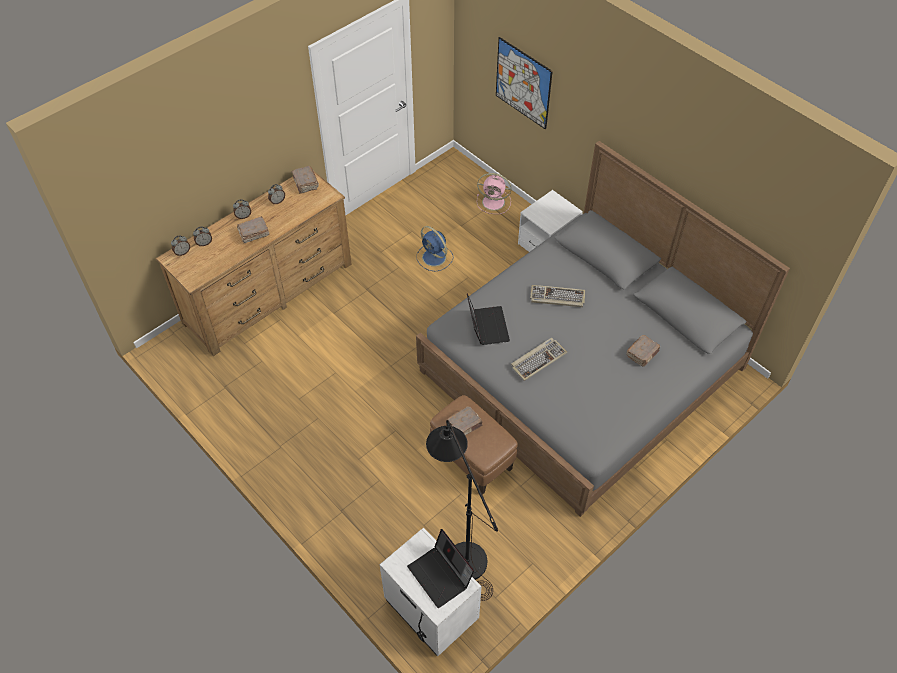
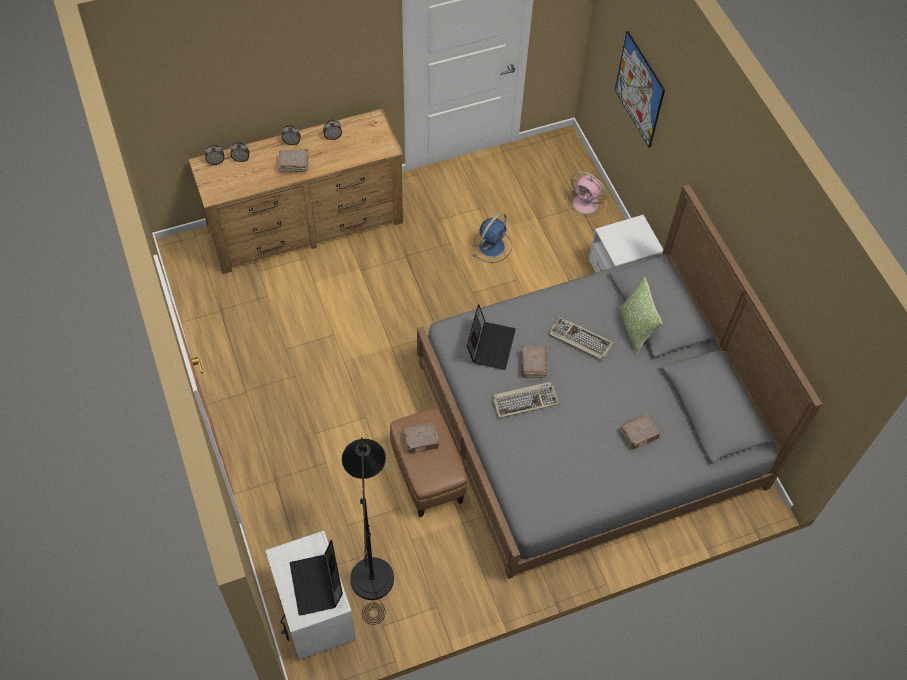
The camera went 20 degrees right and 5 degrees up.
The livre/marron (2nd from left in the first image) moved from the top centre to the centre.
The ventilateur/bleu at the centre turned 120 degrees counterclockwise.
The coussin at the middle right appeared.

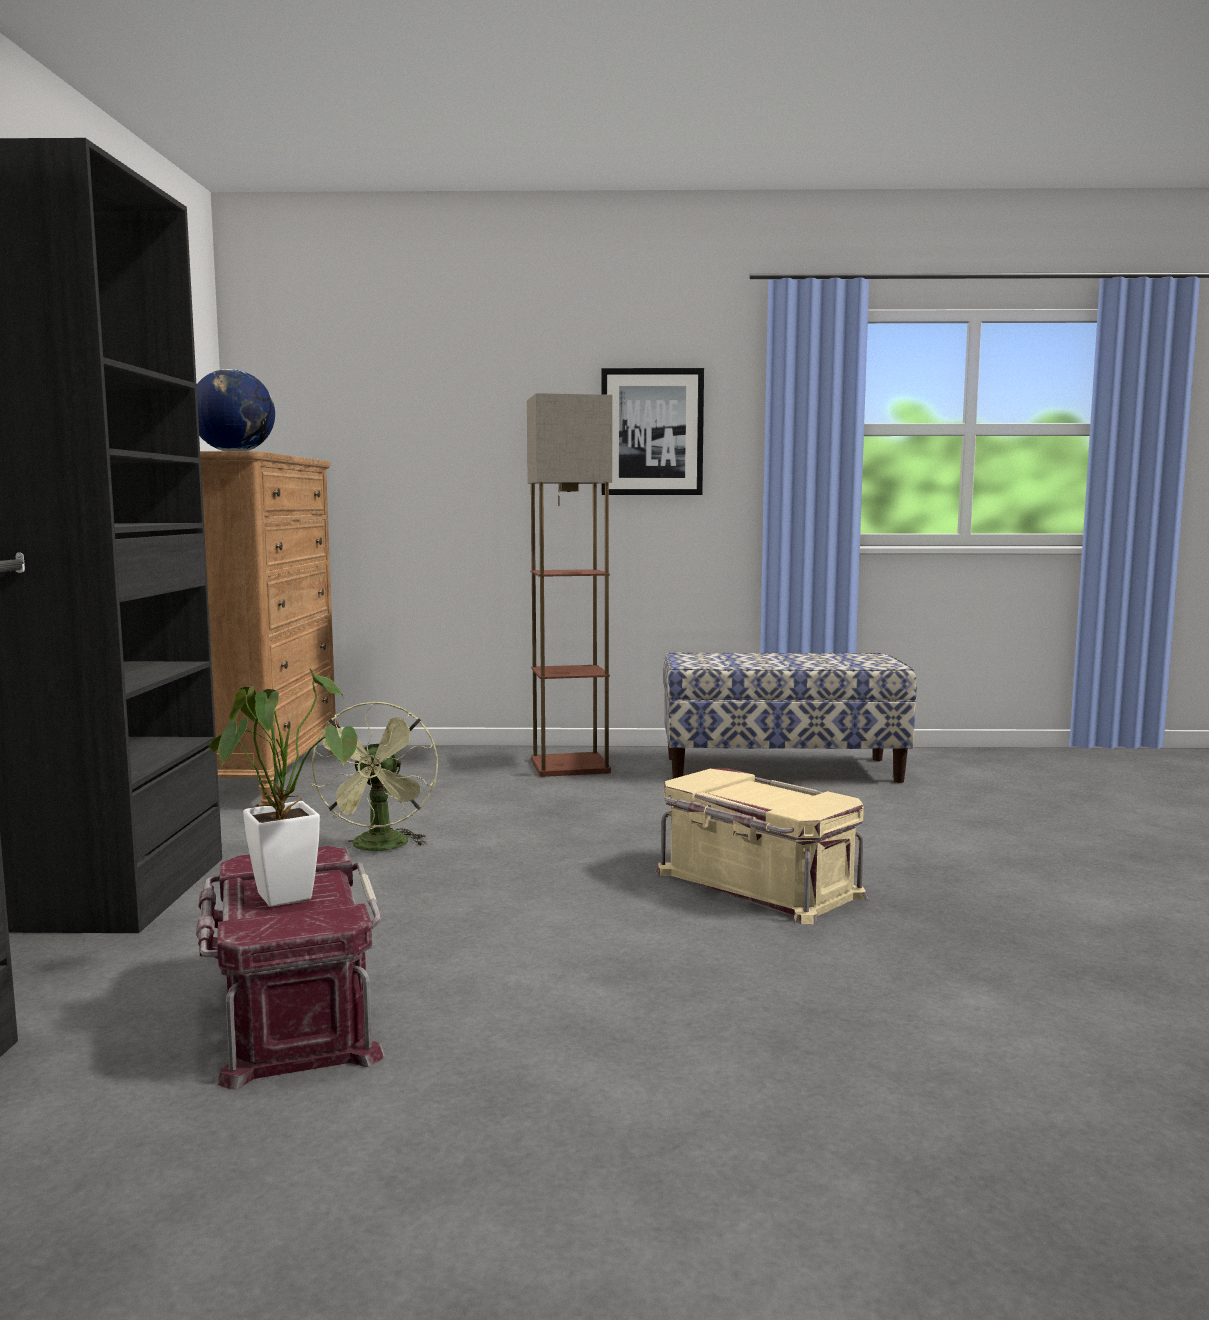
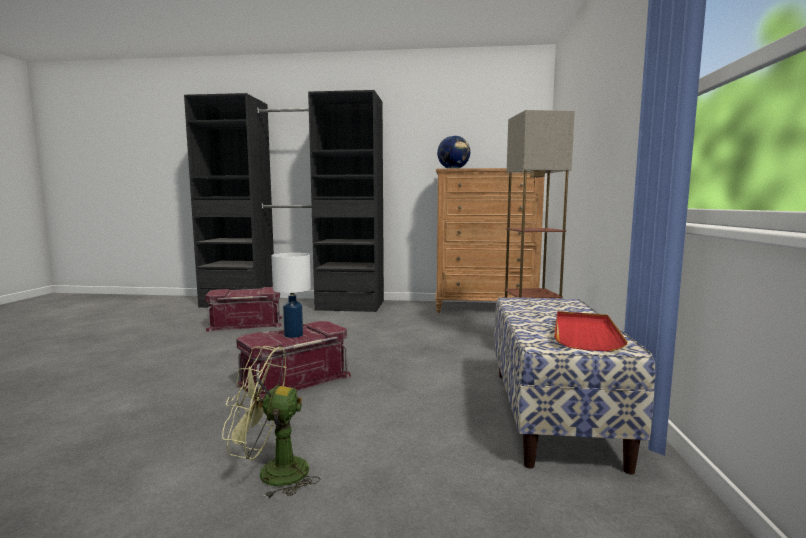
The camera went 95 degrees right and 0 degrees up.
The plante en pot at the middle left disappeared.
The ventilateur/vert moved from the middle left to the bottom centre.
The tableau at the top centre disappeared.
The boîte de rangement/beige at the centre became the boîte de rangement/rouge (2nd from left) at the bottom centre.
The lampe de table/blanc at the centre appeared.
The plateau/rouge at the middle right appeared.

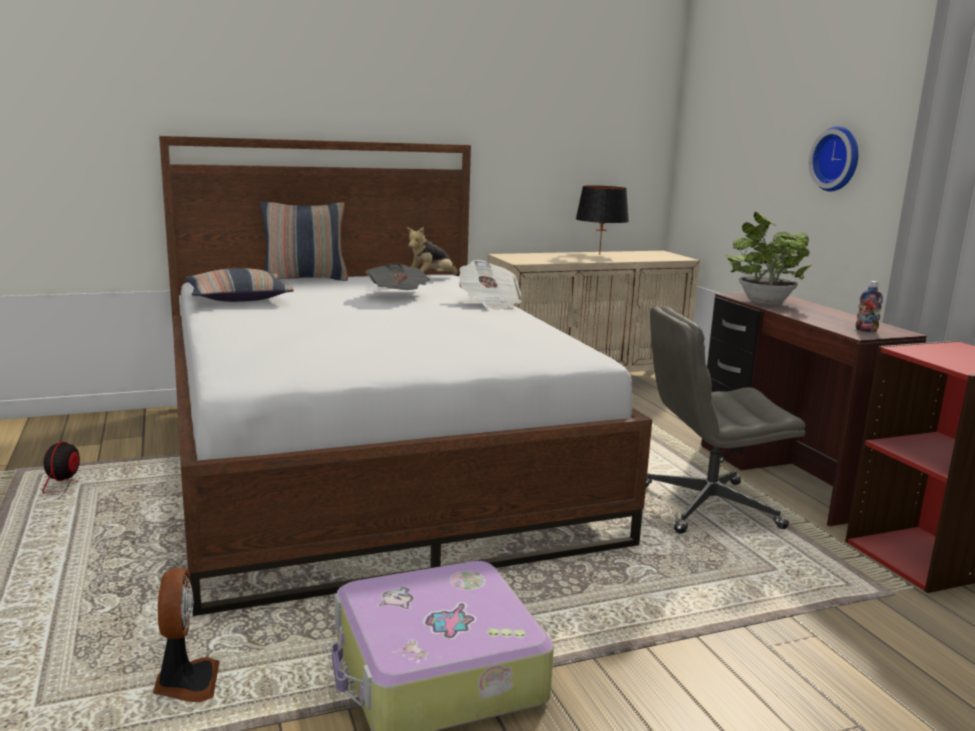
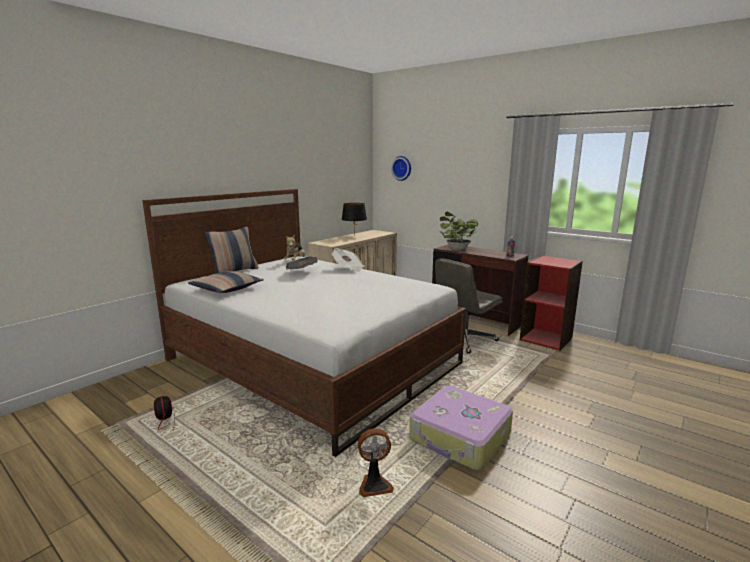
The camera went 30 degrees left and 0 degrees up.
The ventilateur (2nd from left) at the bottom left turned 120 degrees clockwise.
The horloge murale moved from the top right to the top centre.

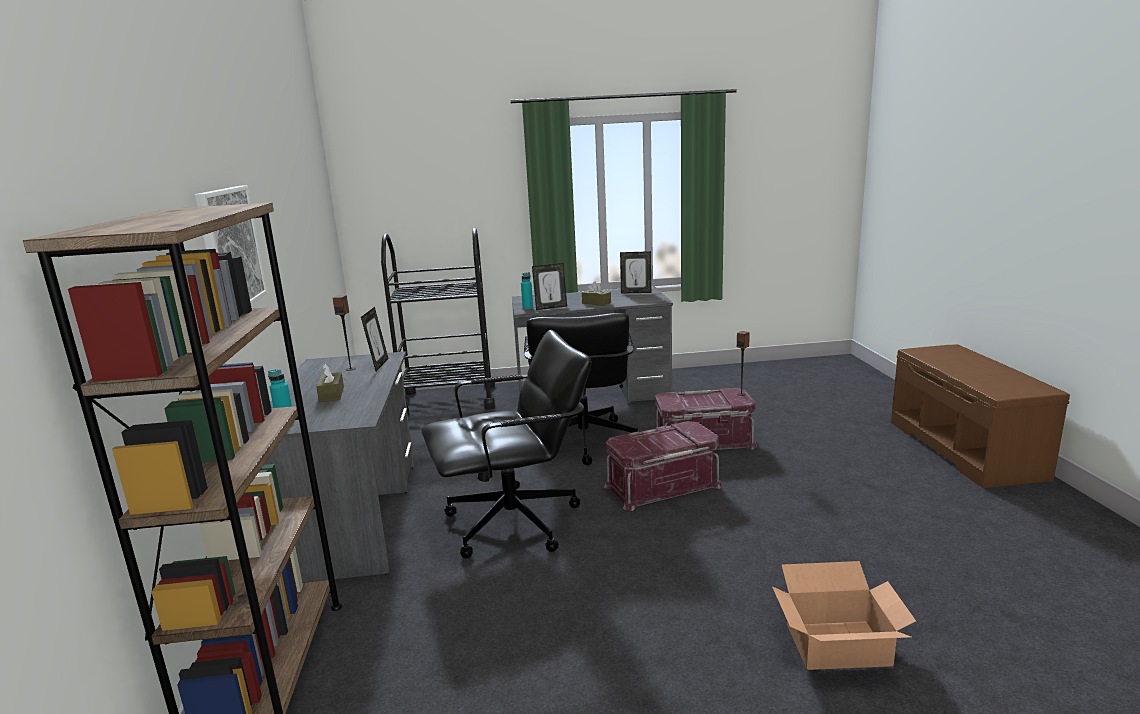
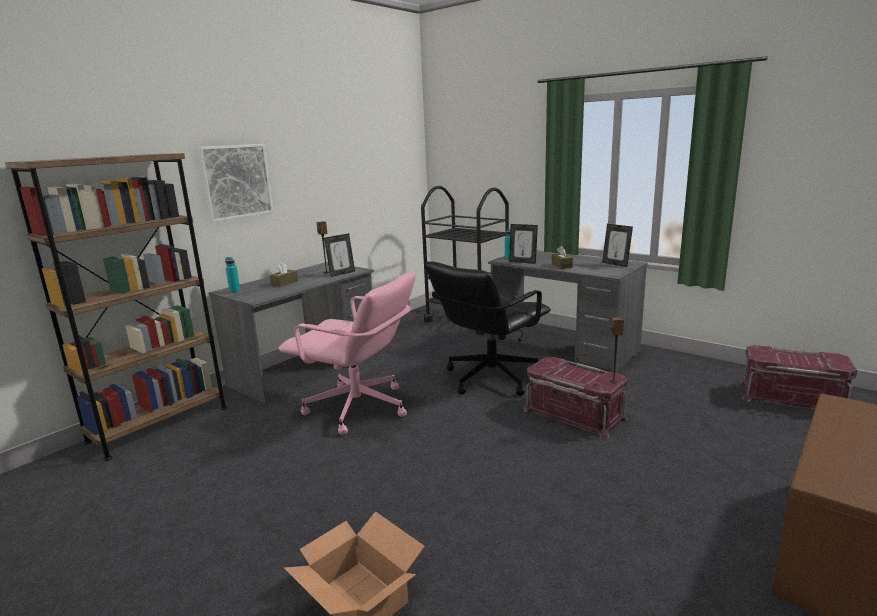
The camera went 45 degrees right and 0 degrees up.
The chaise de bureau/noir (1st from left) at the centre became the chaise de bureau/rose at the centre.
The boîte de rangement/rouge (1st from left in the first image) moved from the centre to the middle right.

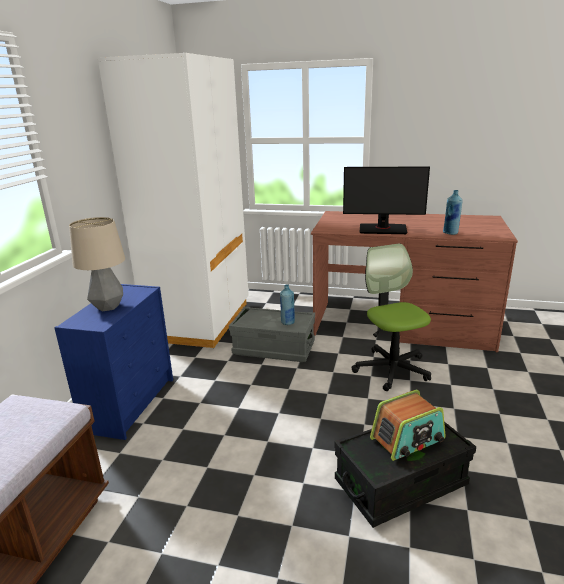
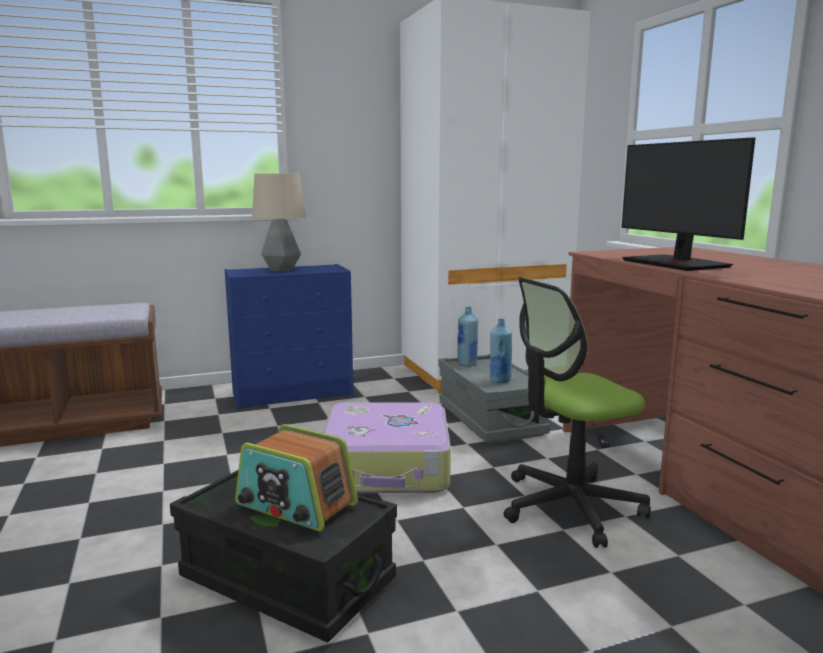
The camera went 55 degrees right and 10 degrees down.
The chaise de bureau at the middle right turned 150 degrees counterclockwise.
The bouteille/bleu (2nd from left in the first image) moved from the middle right to the centre.
The valise at the bottom centre appeared.

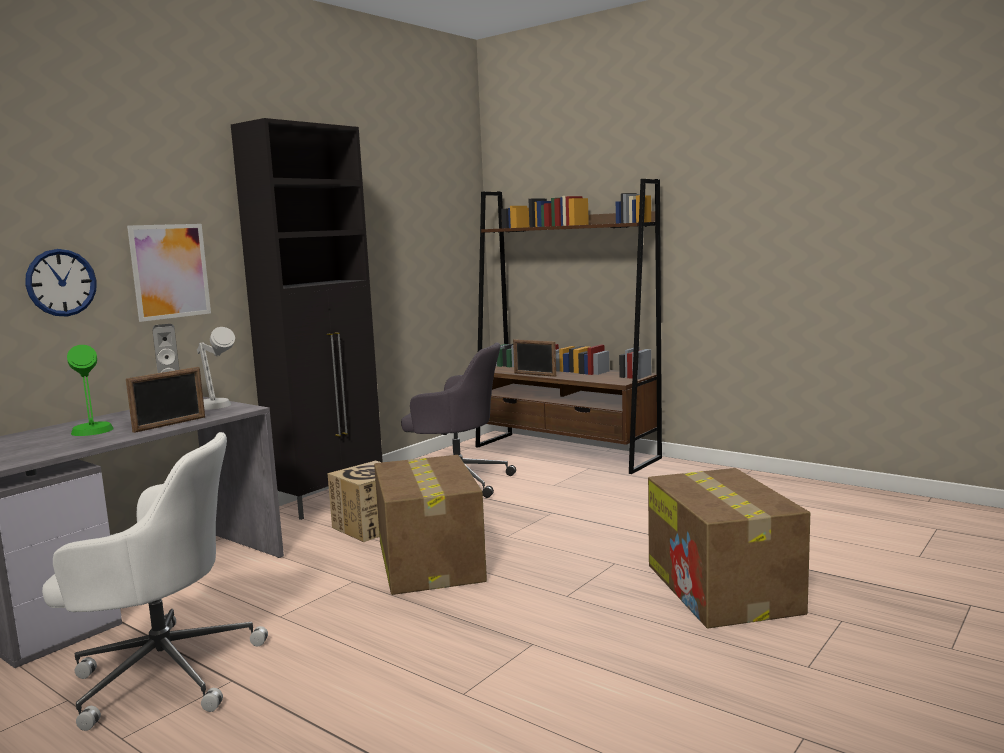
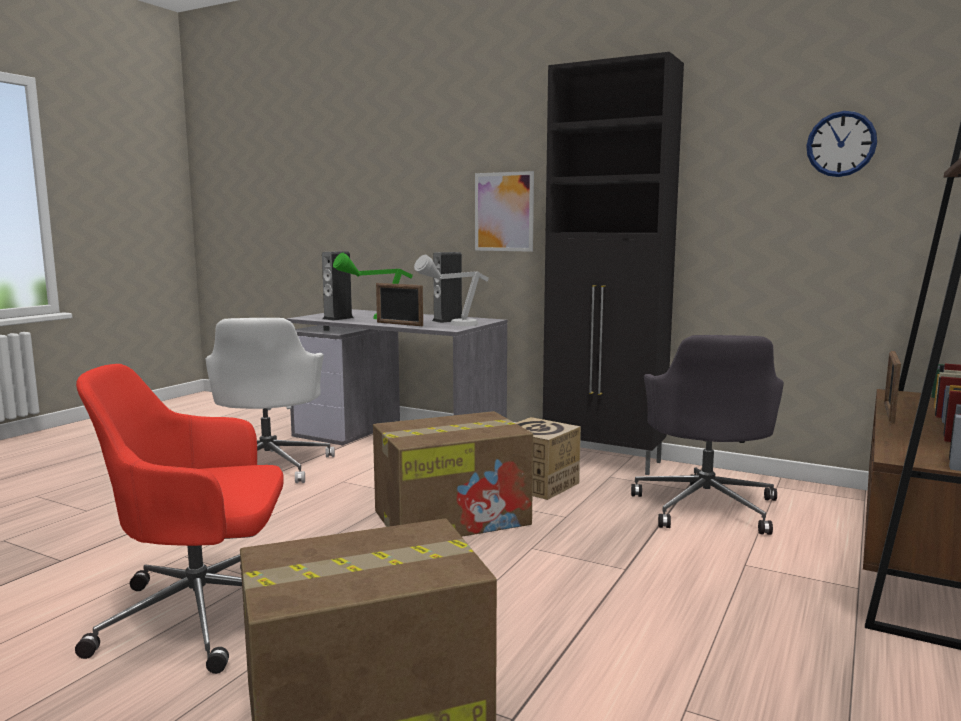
The camera went 80 degrees right and 0 degrees up.
The horloge murale moved from the middle left to the top right.
The chaise de bureau/rouge at the bottom left appeared.
The enceinte (1st from left) at the centre appeared.

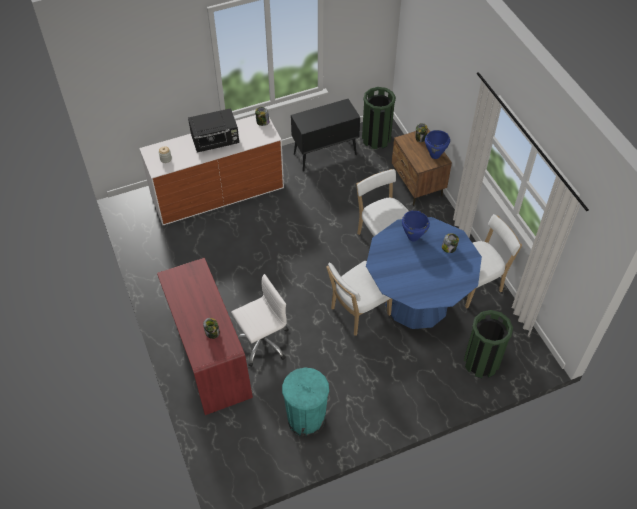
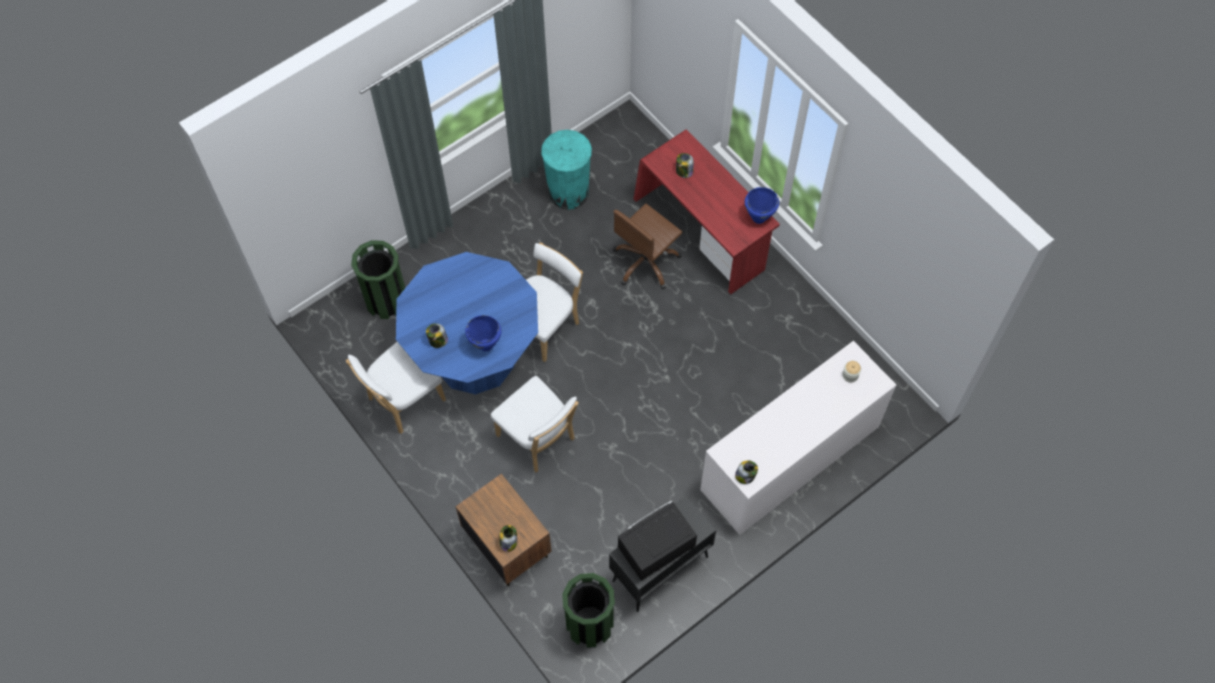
The camera went 165 degrees right and 10 degrees up.
The micro-ondes/noir moved from the top centre to the bottom centre.
The chaise de bureau/blanc at the centre became the chaise de bureau/marron at the centre.
The marmite/bleu (2nd from left) moved from the top right to the top centre.

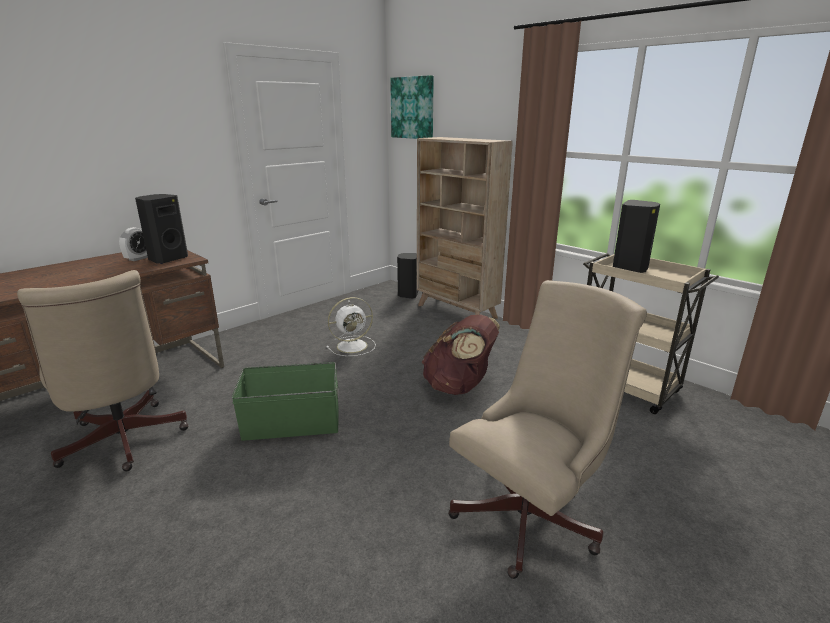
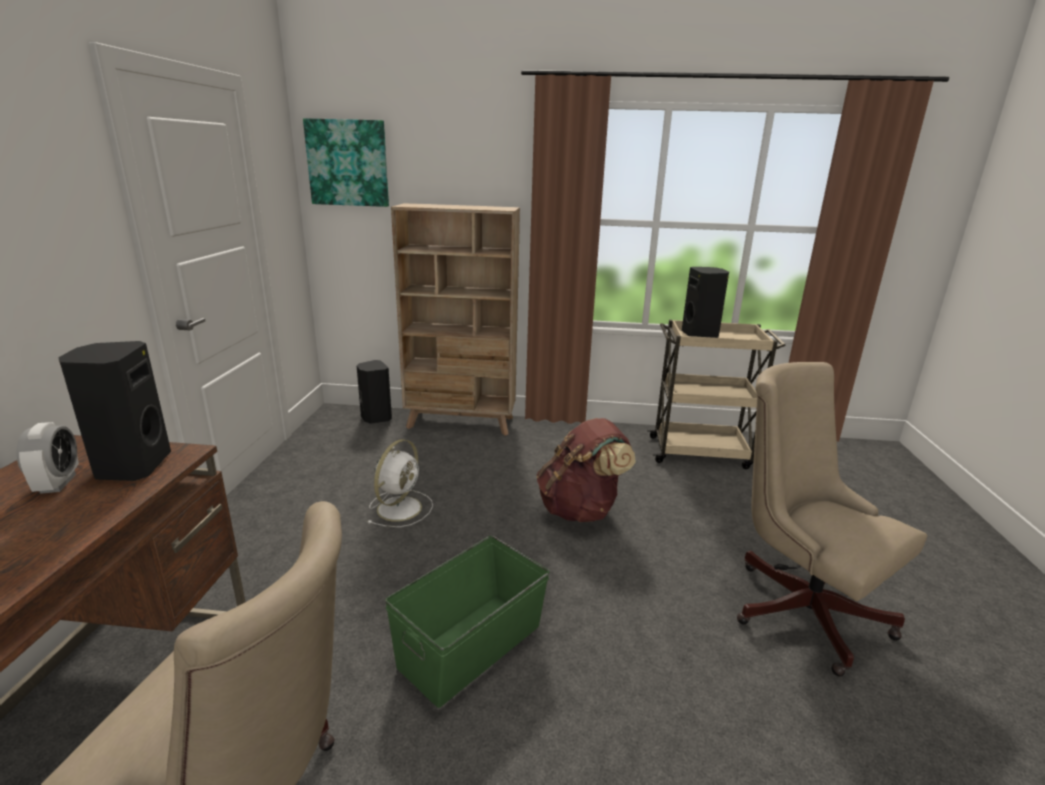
The camera went 40 degrees left and 0 degrees up.
The chaise de bureau/beige (2nd from left) at the bottom centre turned 45 degrees counterclockwise.

